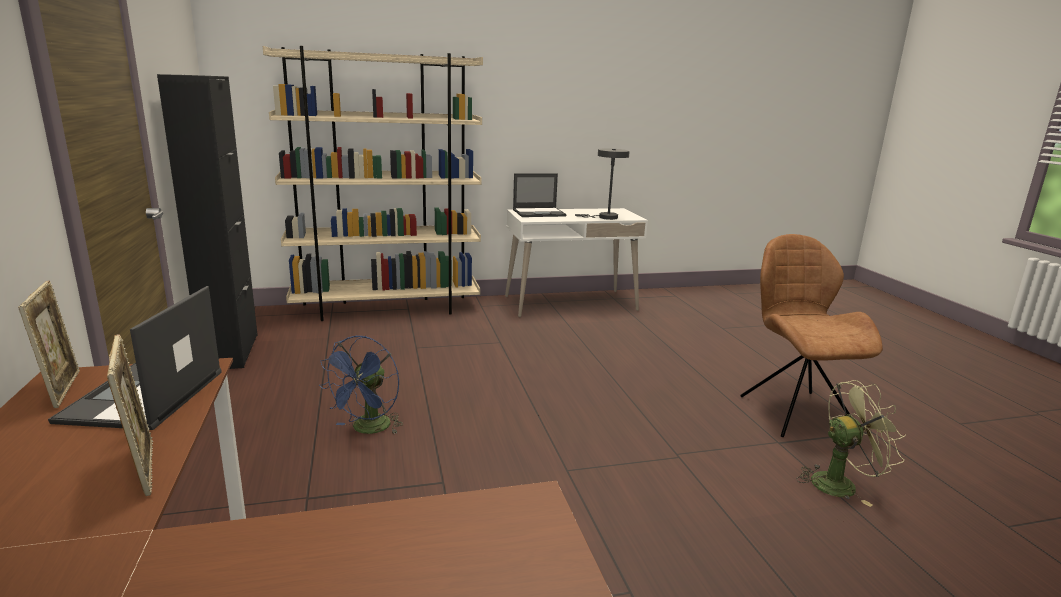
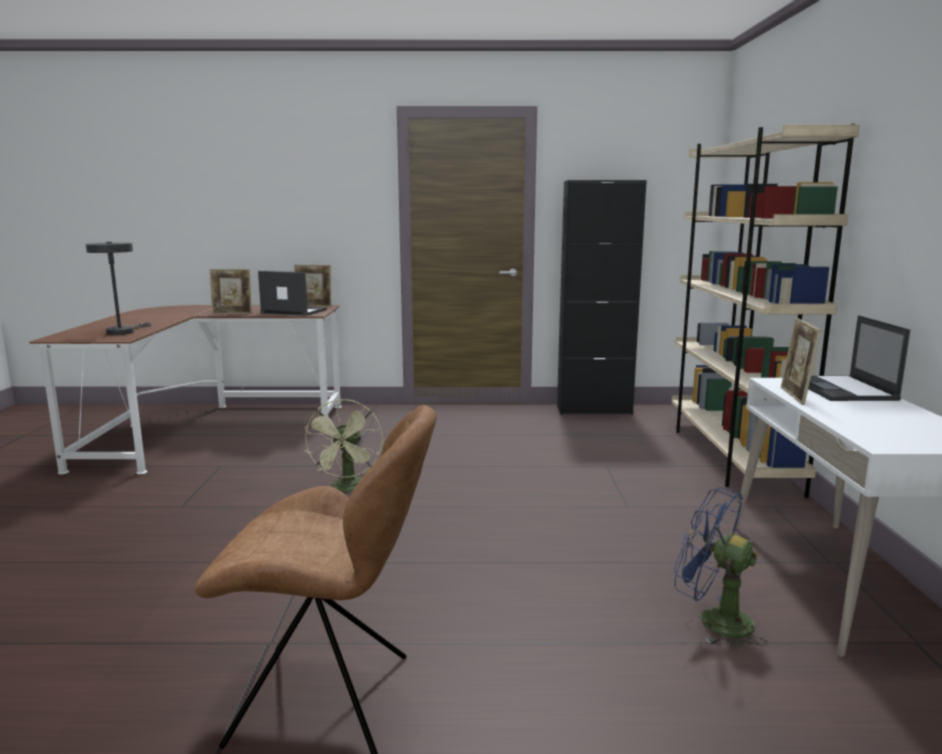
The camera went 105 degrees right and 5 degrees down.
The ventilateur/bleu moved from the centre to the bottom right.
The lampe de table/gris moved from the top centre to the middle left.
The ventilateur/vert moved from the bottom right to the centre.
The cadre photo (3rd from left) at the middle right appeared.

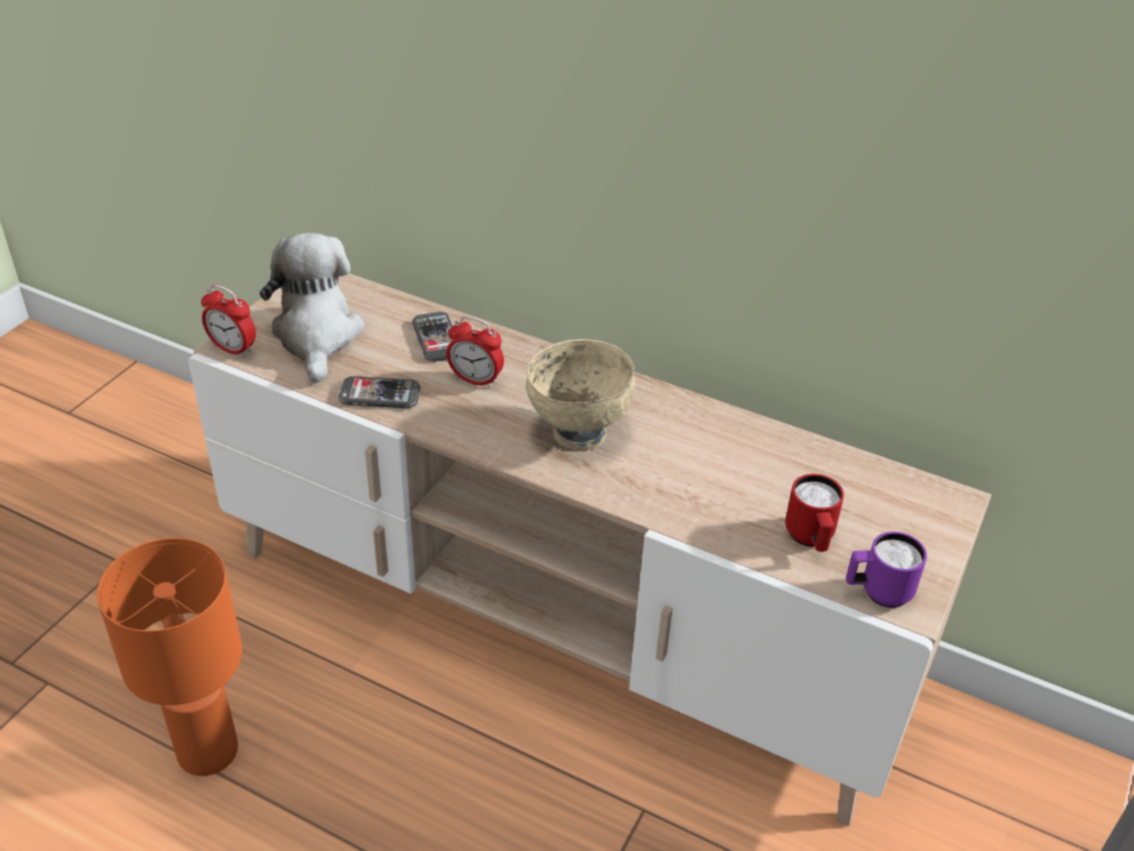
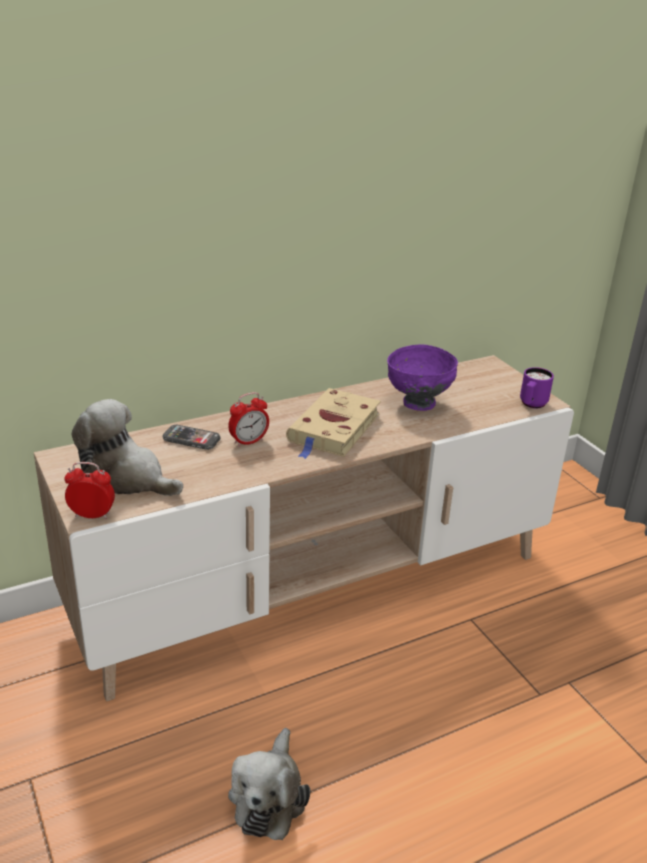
The camera went 55 degrees left and 10 degrees down.
The lampe de table/orange at the bottom left was replaced by the peluche (2nd from left) at the bottom centre.
The réveil (1st from left) at the middle left turned 150 degrees counterclockwise.
The téléphone (1st from left) at the centre disappeared.
The bol/beige at the centre was replaced by the livre/beige at the centre.
The mug/rouge at the middle right disappeared.
The bol/violet at the centre appeared.

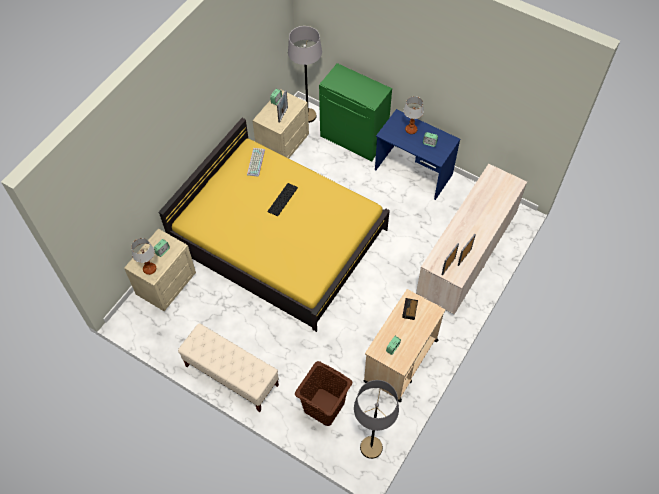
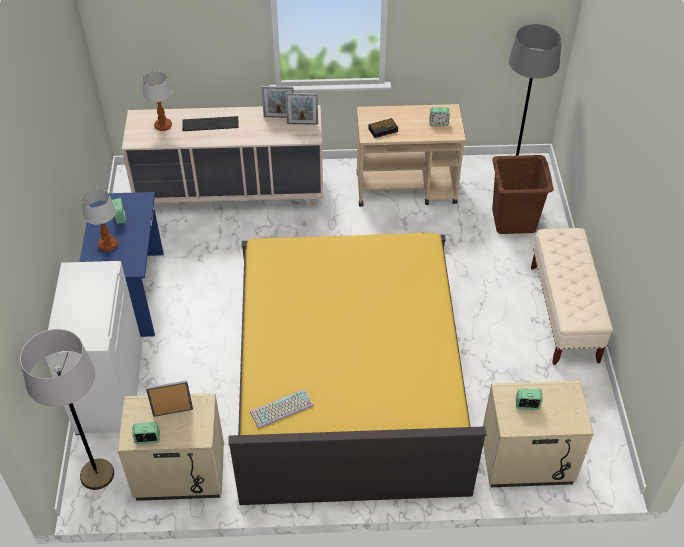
The camera went 125 degrees left and 10 degrees down.
The lampe de table (1st from left in the first image) moved from the middle left to the top left.
The clavier (2nd from left in the first image) moved from the centre to the top left.
The meuble de rangement/vert at the top centre became the meuble de rangement/blanc at the middle left.

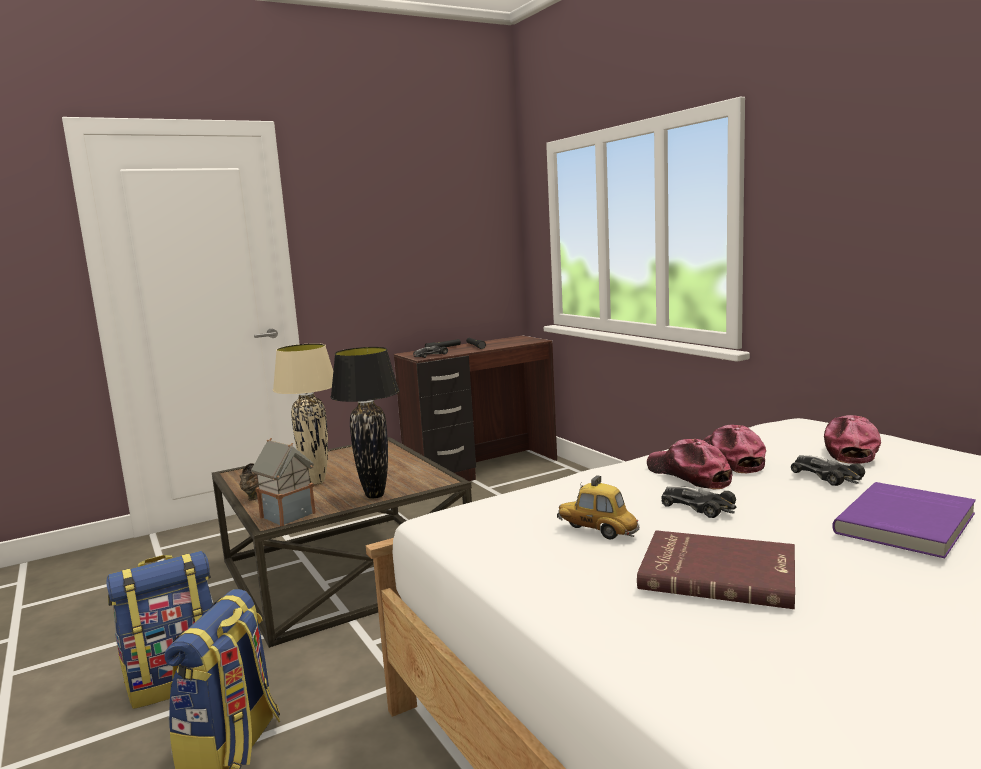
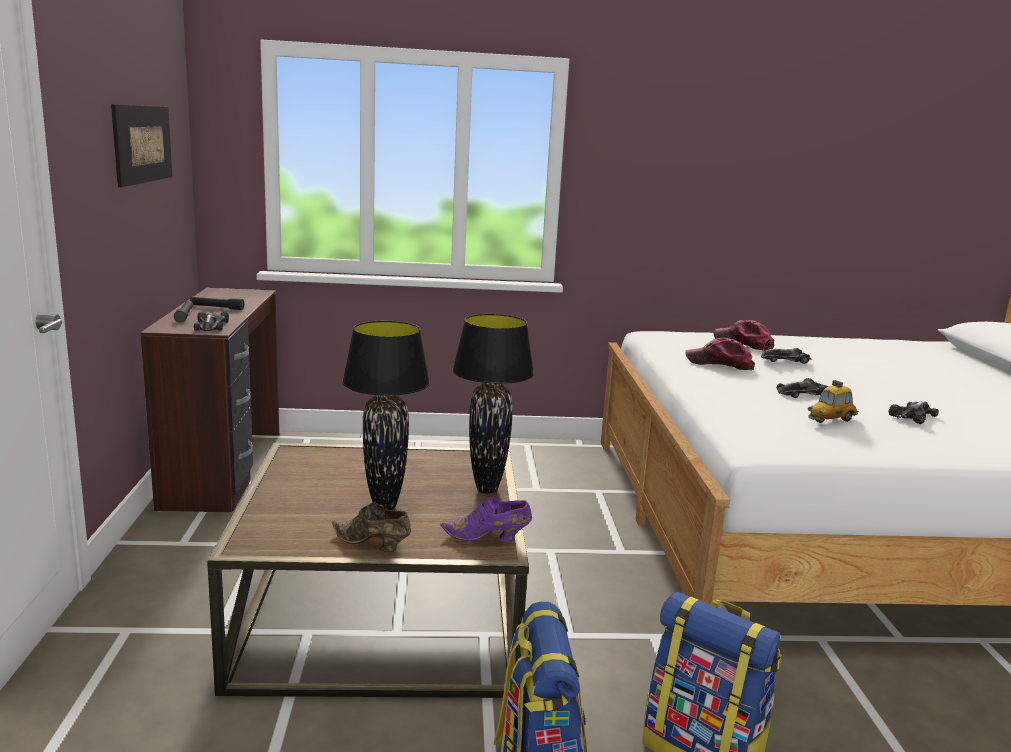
The camera went 65 degrees left and 5 degrees up.
The maison miniature at the middle left was replaced by the chaussure/violet at the bottom centre.
The lampe de table/beige at the middle left became the lampe de table/noir (1st from left) at the centre.
The livre/rouge at the bottom right was replaced by the petite voiture (5th from left) at the middle right.
The casquette (1st from left) at the middle right disappeared.
The livre/violet at the bottom right disappeared.
The tableau at the top left appeared.

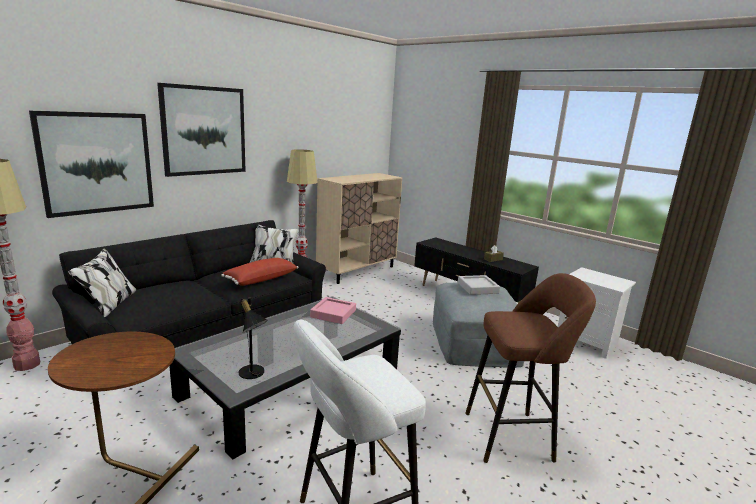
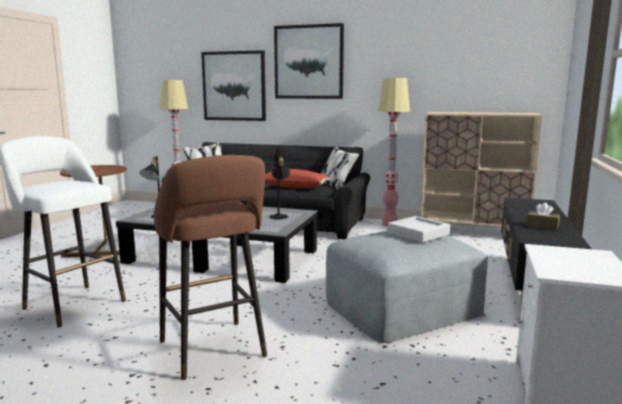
The camera went 65 degrees right and 5 degrees down.
The plateau/rose at the centre was replaced by the lampe de table/noir (2nd from left) at the centre.

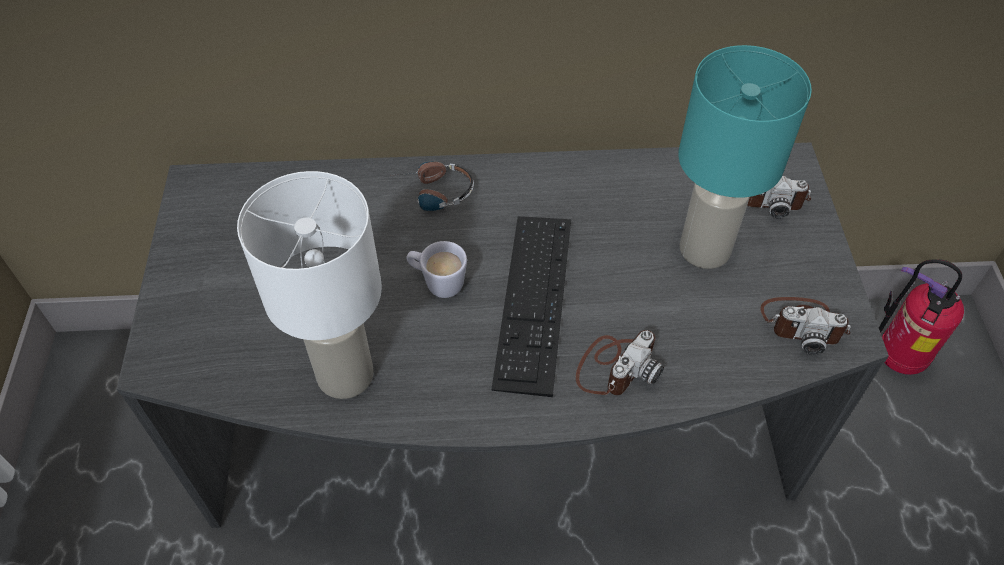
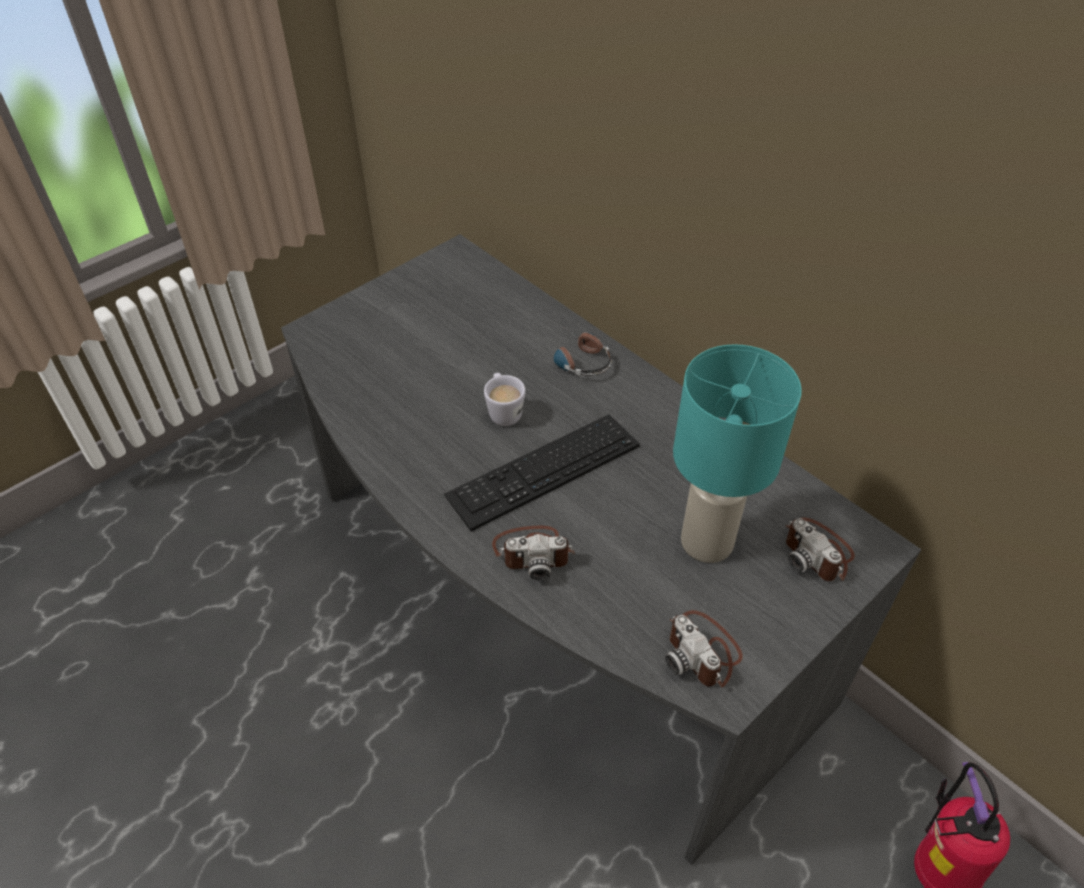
The camera went 50 degrees right and 5 degrees down.
The lampe de table/blanc at the middle left disappeared.

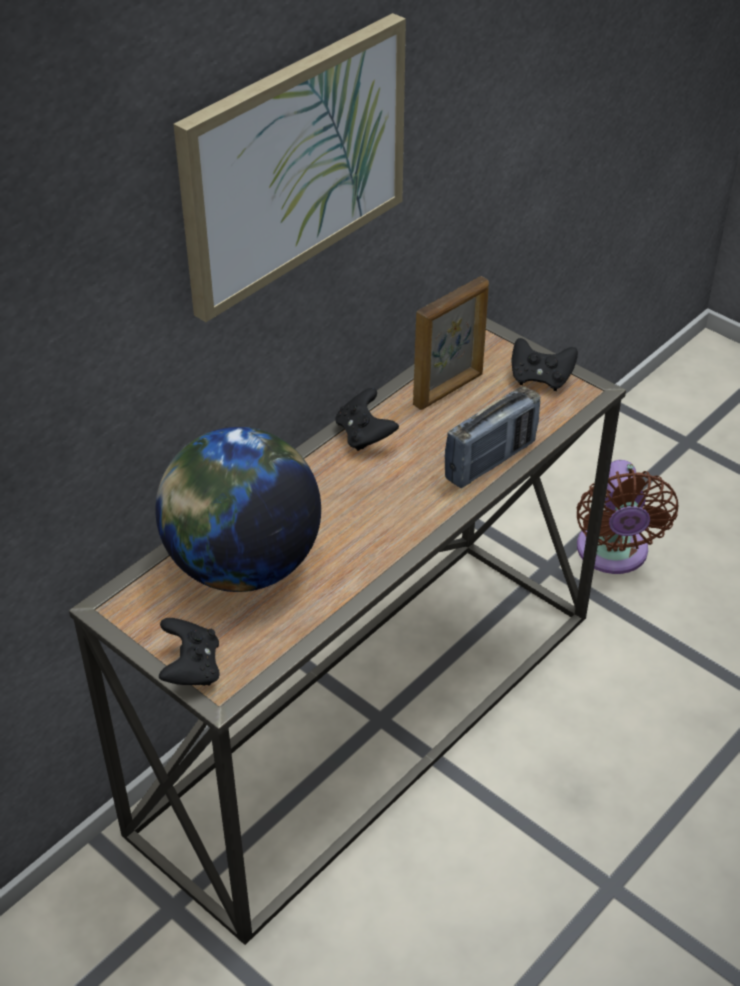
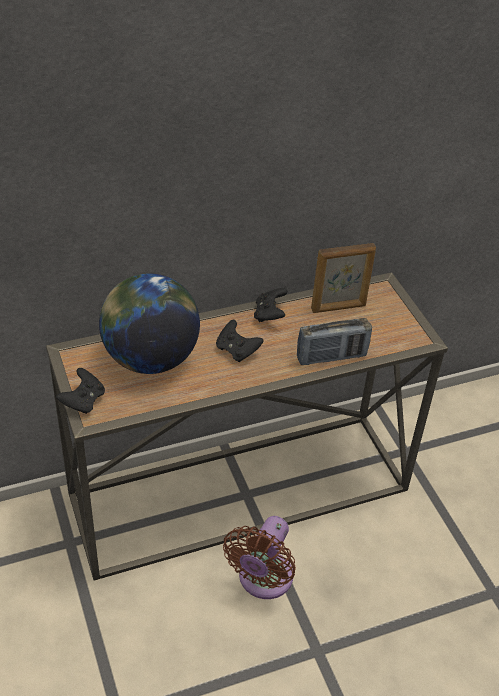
The camera went 25 degrees right and 0 degrees up.
The tableau at the top centre disappeared.
The manette/noir (3rd from left in the first image) moved from the middle right to the centre.
The ventilateur/marron moved from the middle right to the bottom centre.

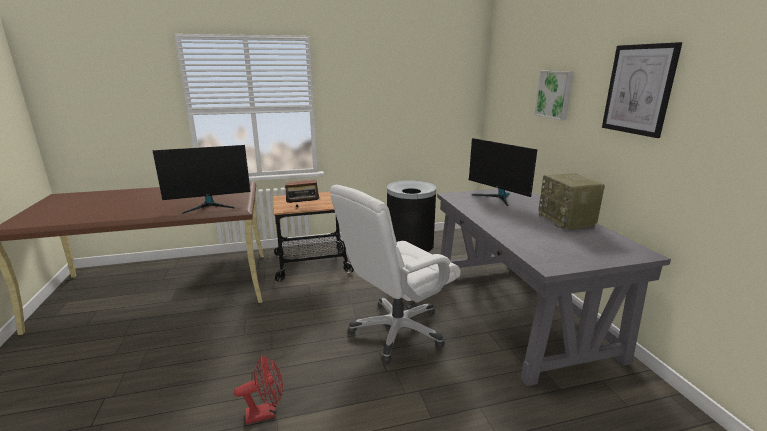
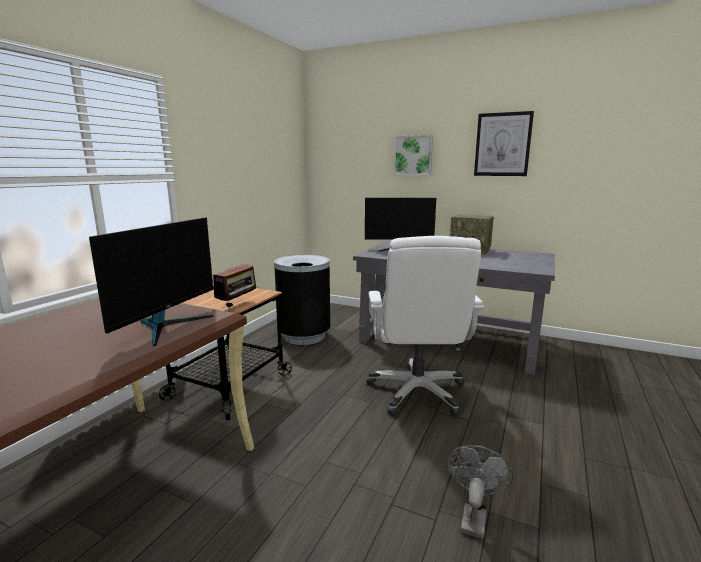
The camera went 50 degrees left and 5 degrees down.
The ventilateur/rouge at the bottom centre became the ventilateur/gris at the bottom right.

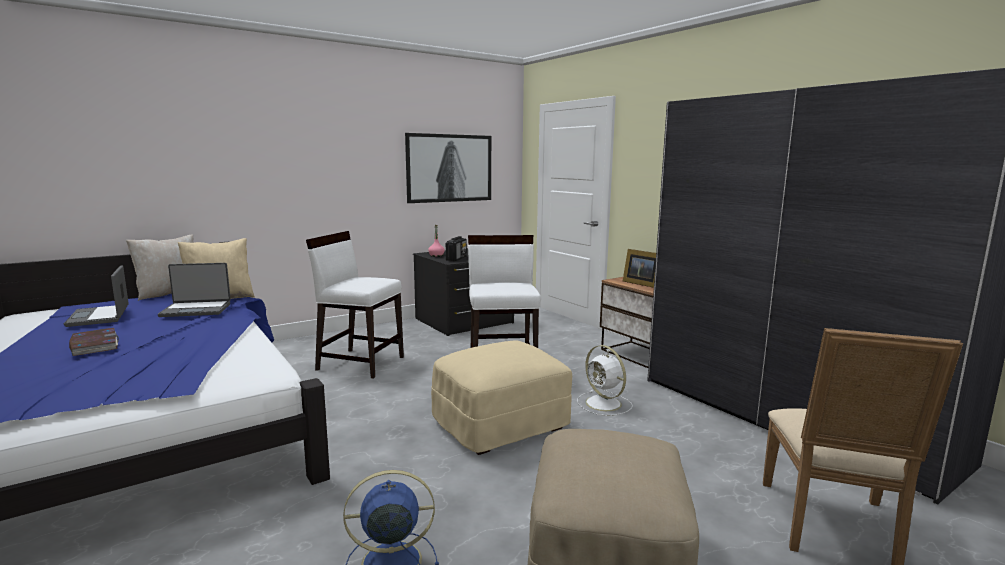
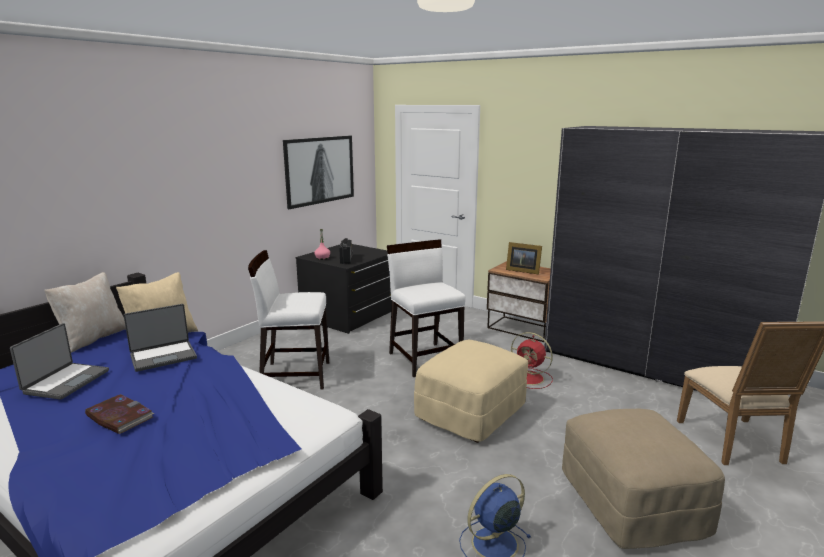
The camera went 20 degrees left and 5 degrees up.
The ordinateur portable (1st from left) at the middle left turned 120 degrees counterclockwise.
The ventilateur/blanc at the bottom centre became the ventilateur/rouge at the centre.

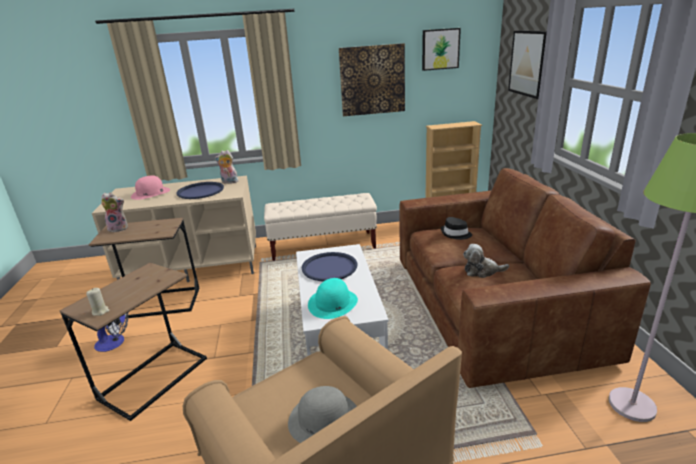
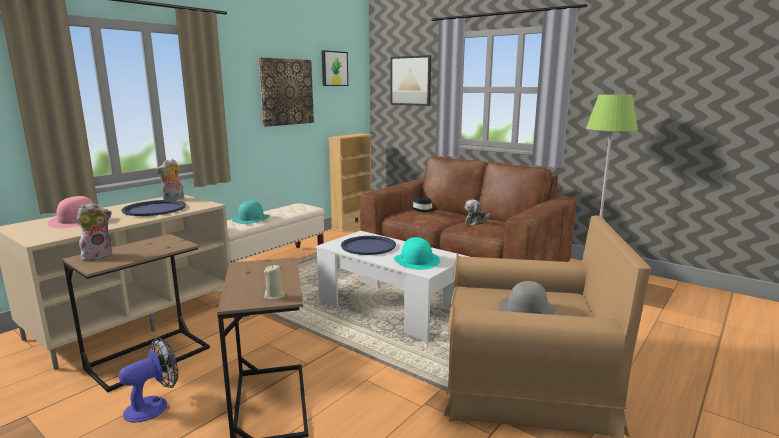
The camera went 45 degrees left and 10 degrees down.
The chapeau/turquoise (1st from left) at the middle left appeared.

